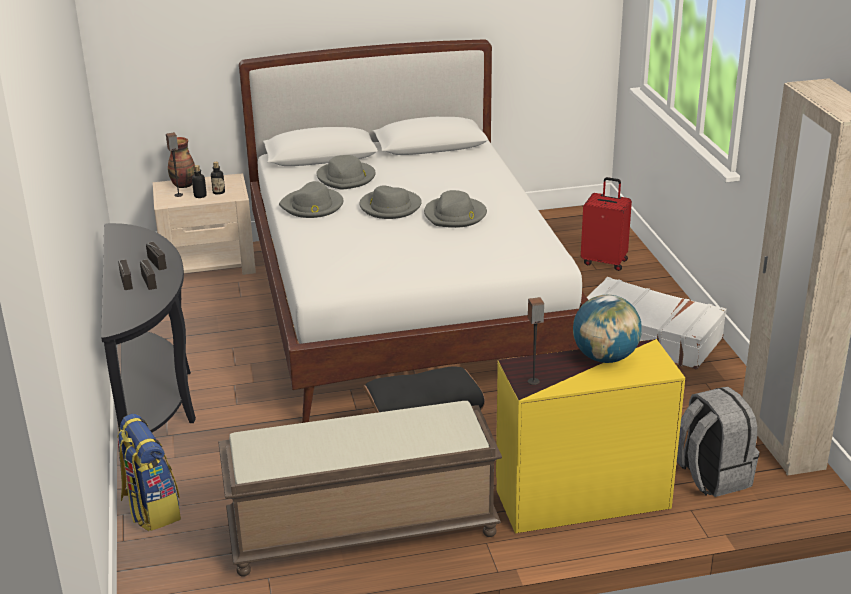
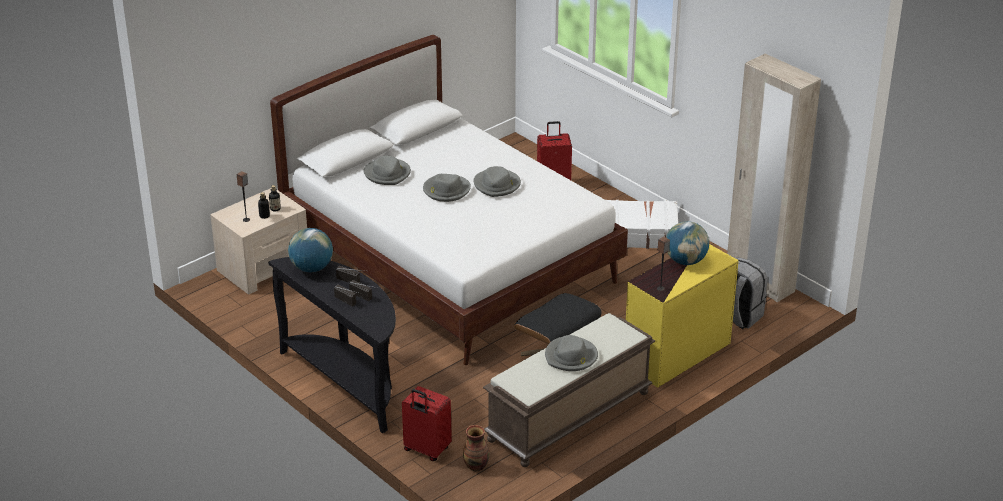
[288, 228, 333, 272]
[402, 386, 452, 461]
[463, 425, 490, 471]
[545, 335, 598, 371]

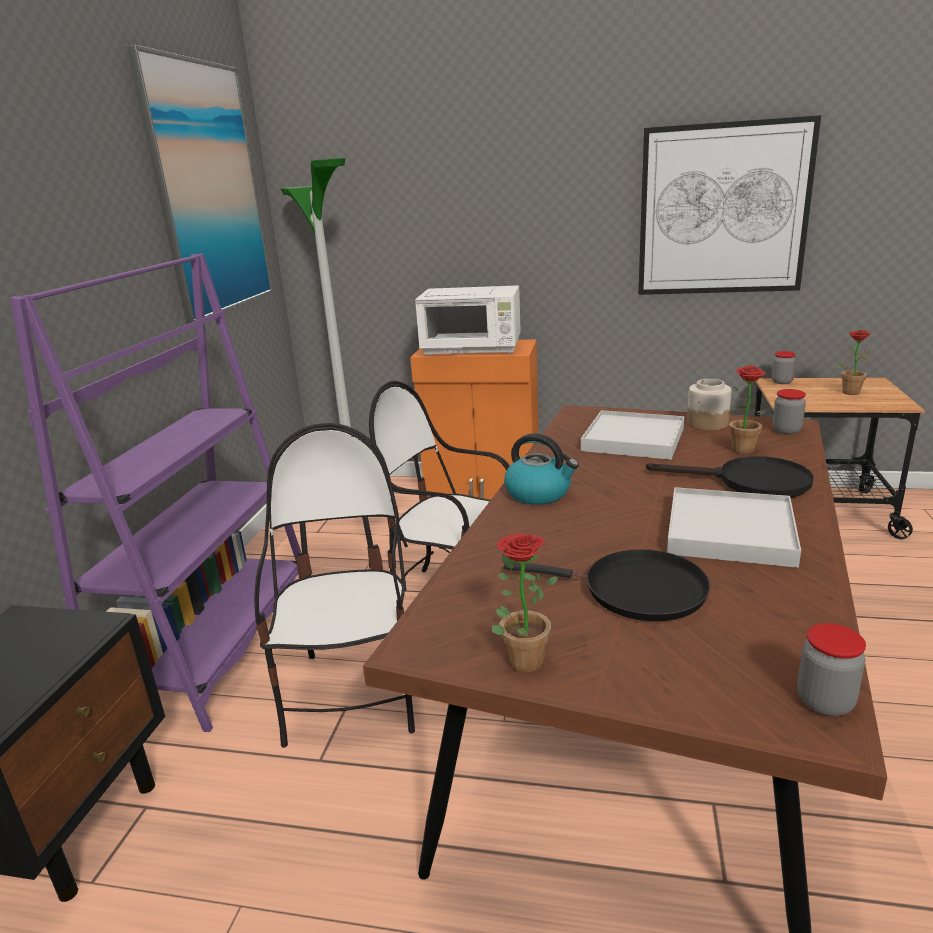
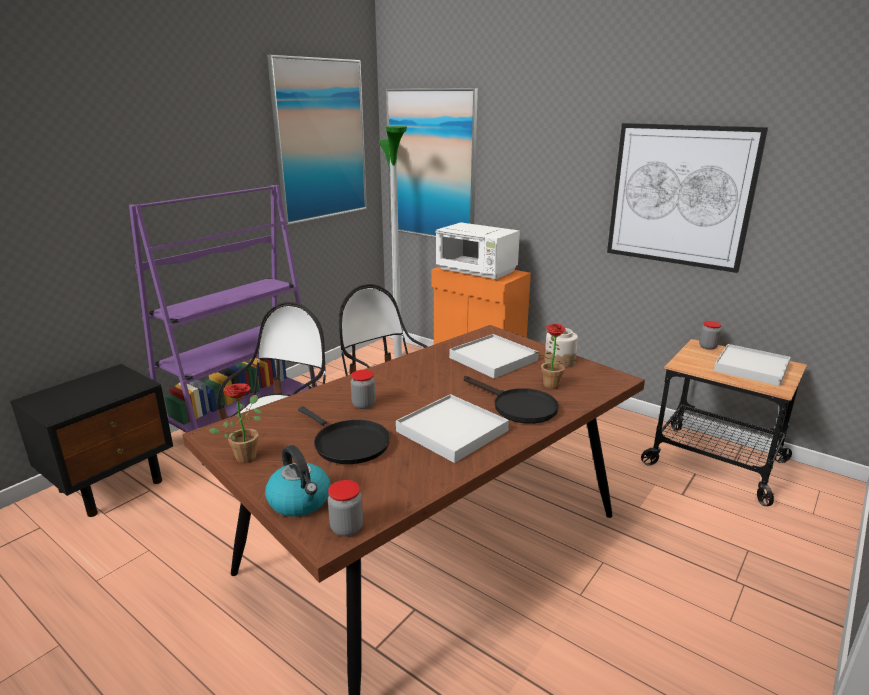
[265, 445, 330, 517]
[351, 370, 376, 409]
[386, 88, 478, 238]
[714, 344, 790, 386]

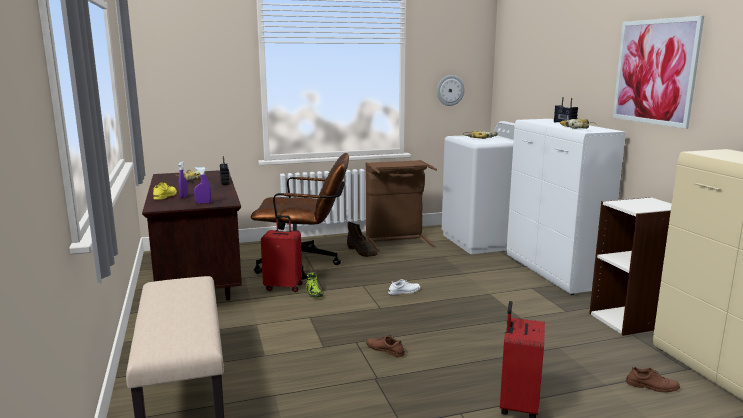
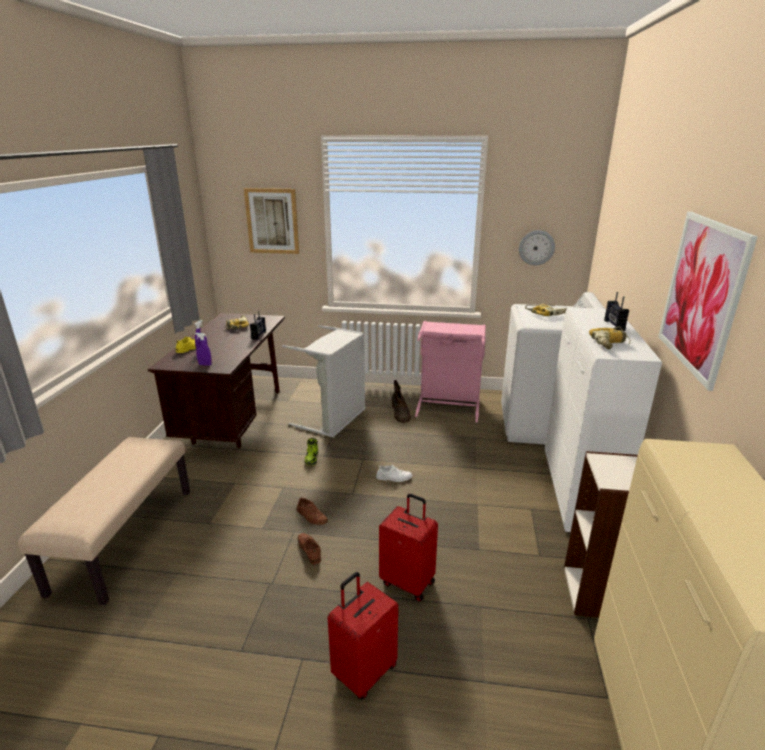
[244, 188, 299, 254]
[282, 325, 365, 438]
[296, 497, 328, 525]
[379, 493, 438, 602]
[415, 321, 486, 423]

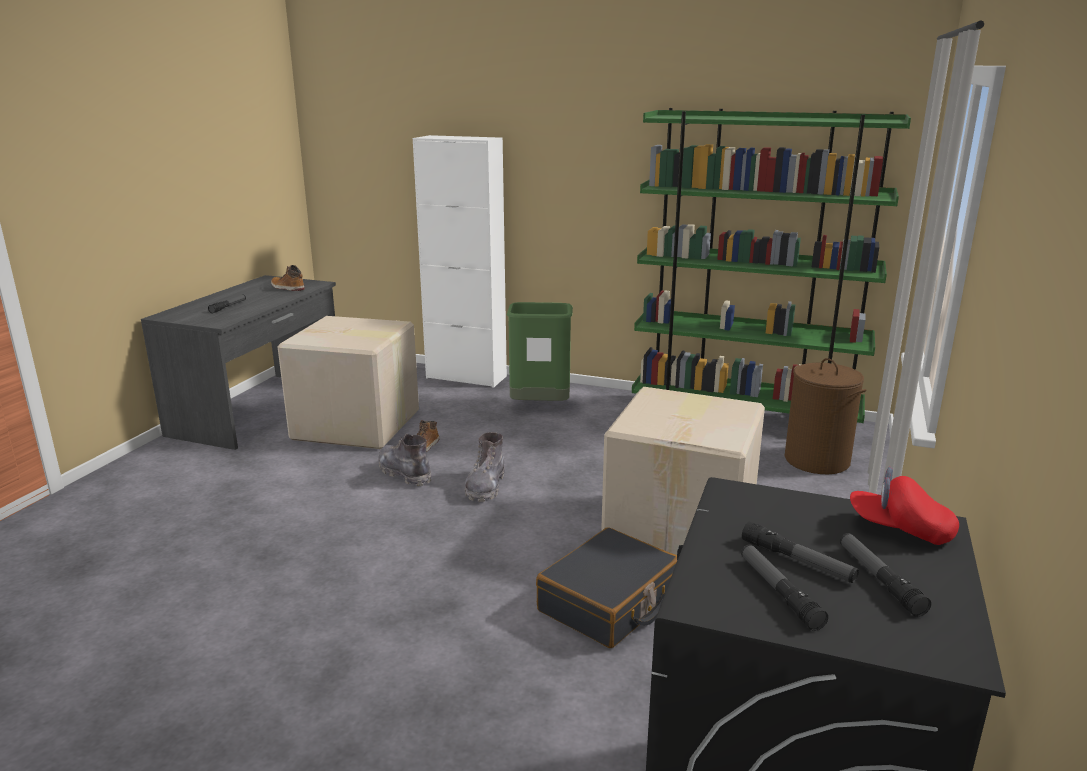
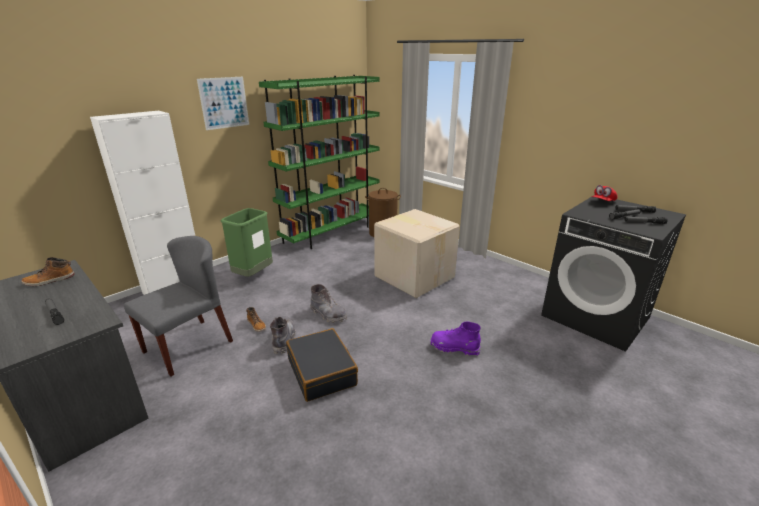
[124, 236, 233, 377]
[197, 77, 249, 130]
[270, 316, 296, 354]
[286, 328, 358, 402]
[430, 321, 481, 356]

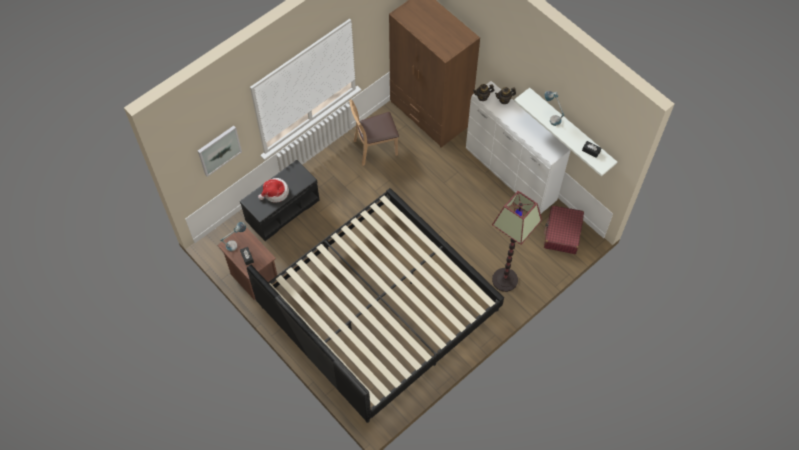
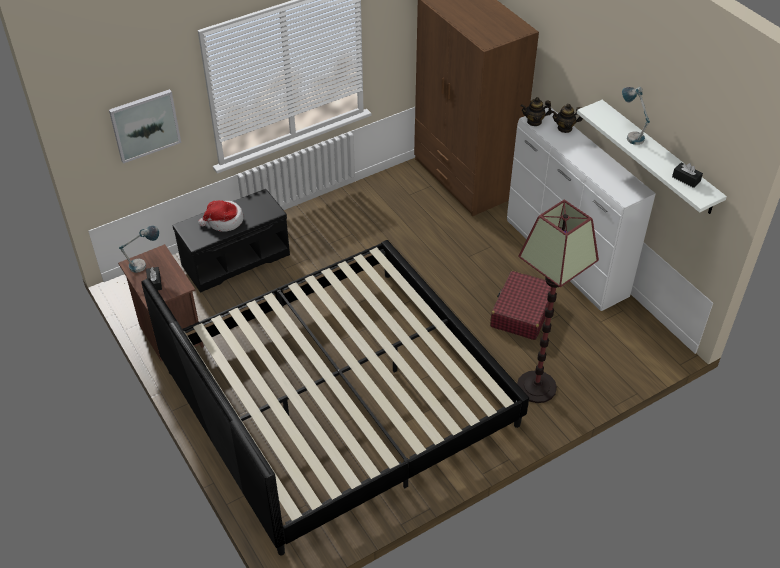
[490, 271, 551, 340]
[350, 99, 399, 166] (first image)

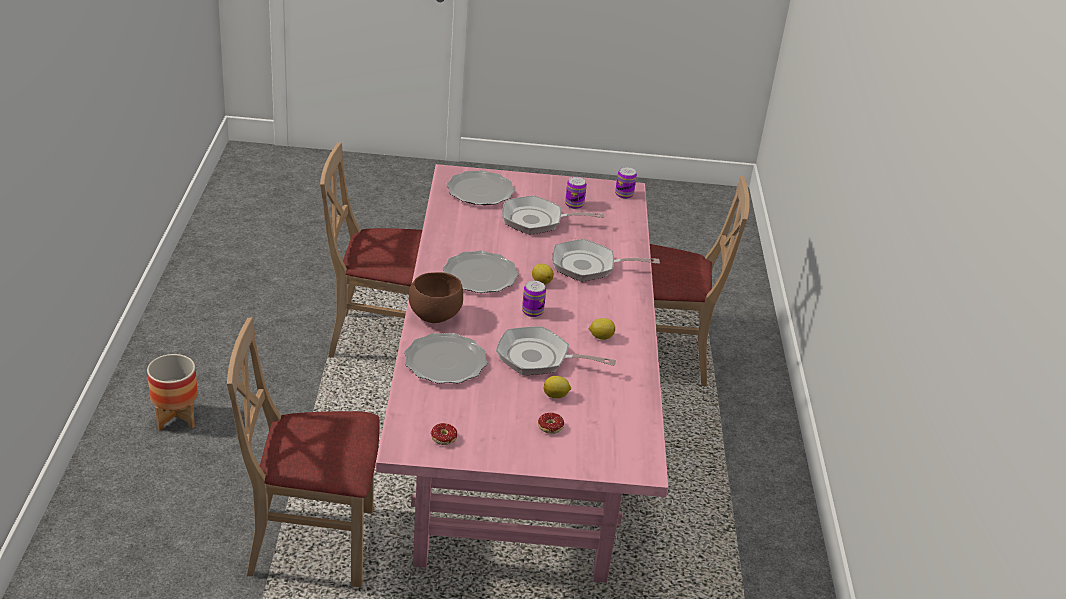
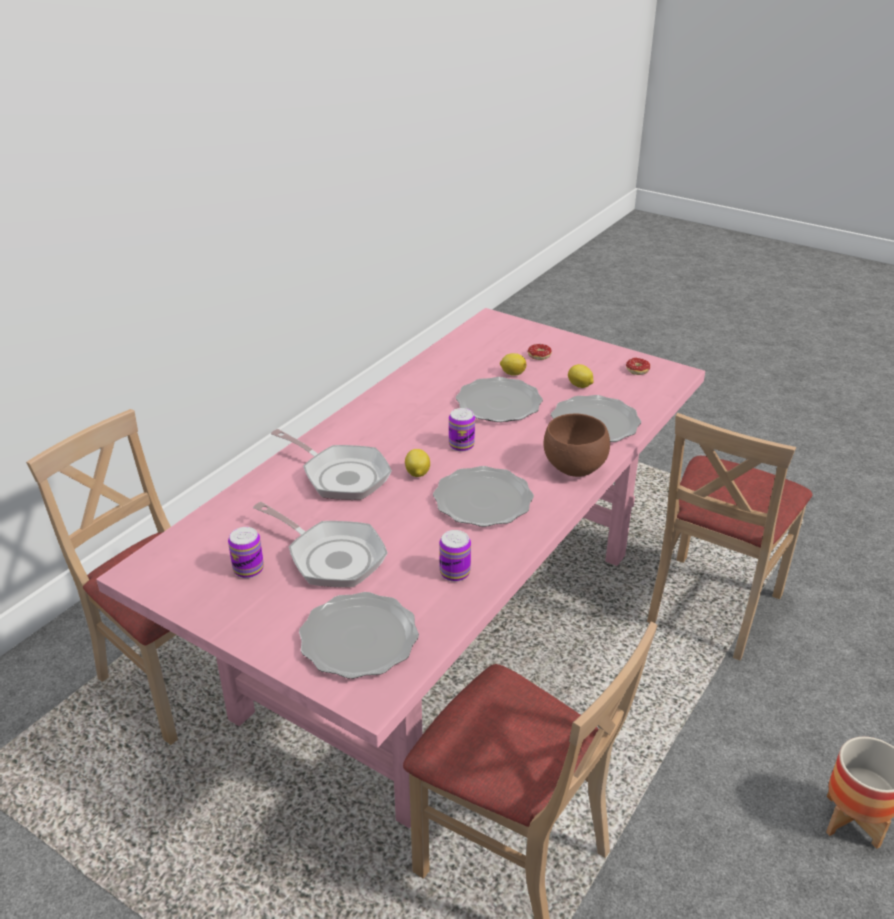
[439, 530, 471, 582]
[456, 377, 543, 422]
[568, 364, 594, 388]
[647, 413, 812, 660]

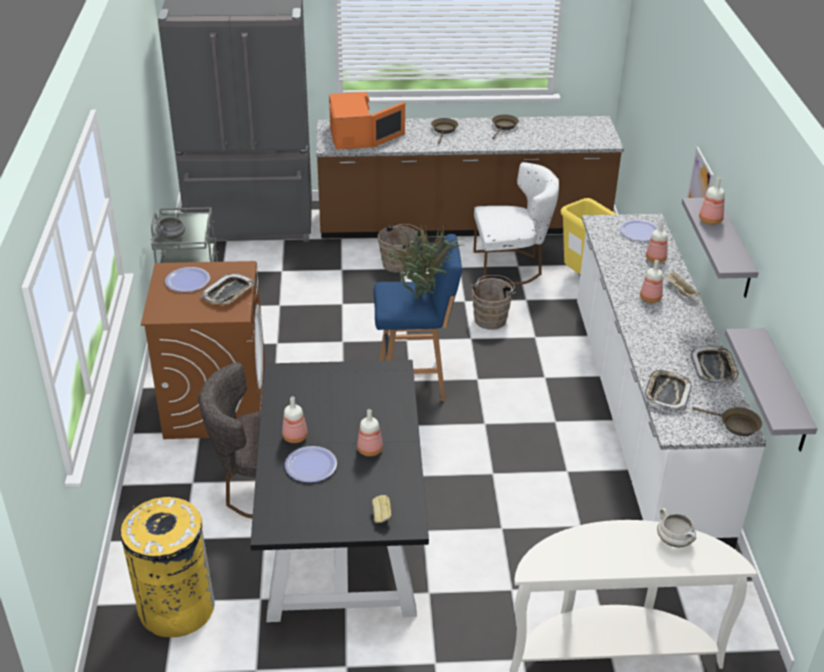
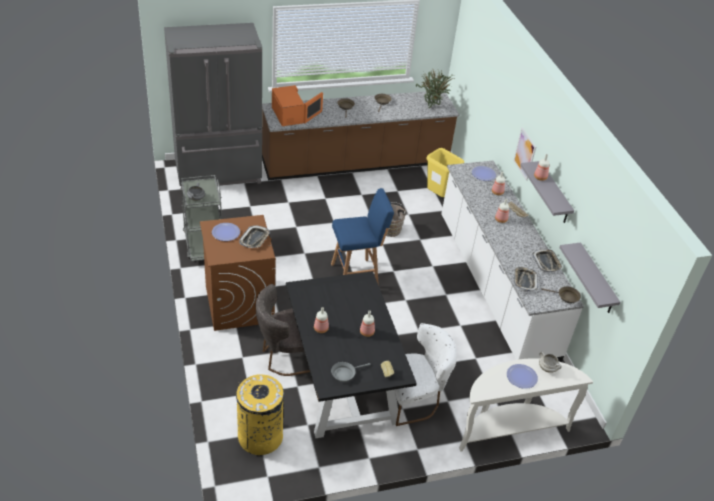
[331, 362, 371, 382]
[396, 323, 457, 426]
[416, 69, 453, 108]
[507, 364, 538, 389]
[378, 224, 421, 273] (first image)

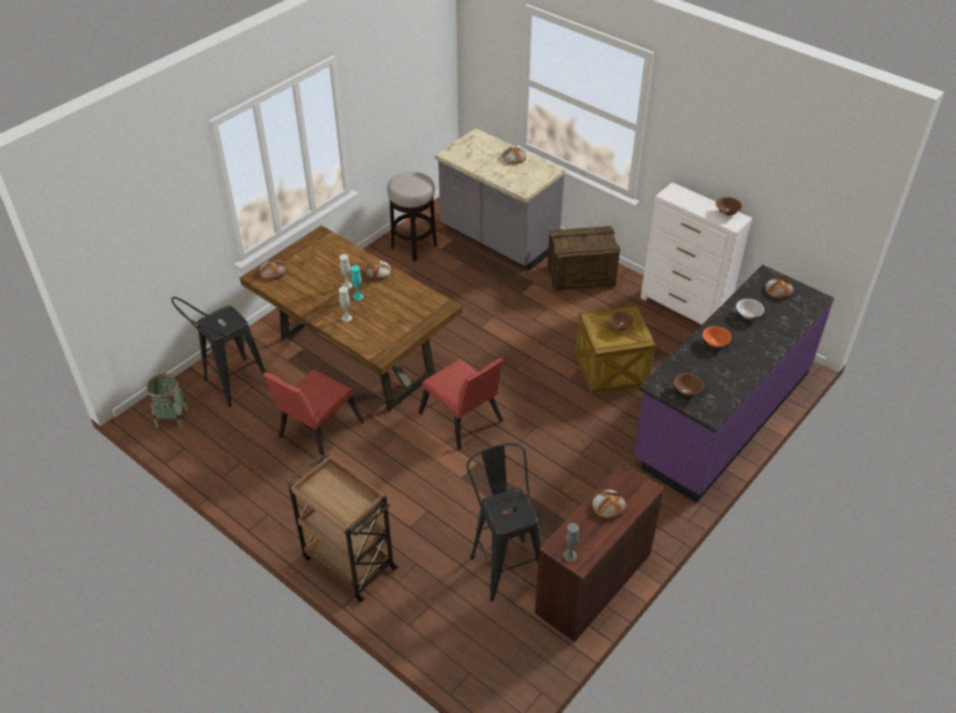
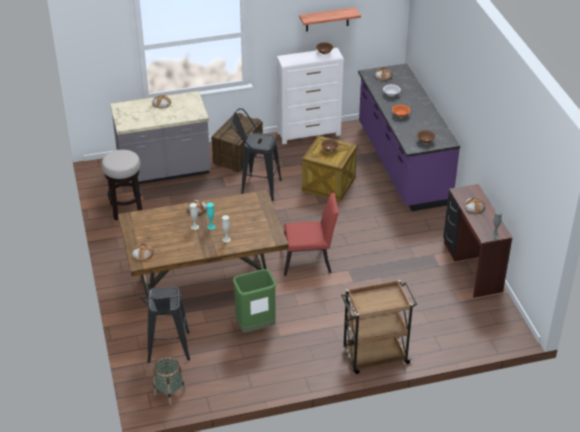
[231, 108, 282, 201]
[233, 269, 276, 332]
[299, 7, 361, 32]

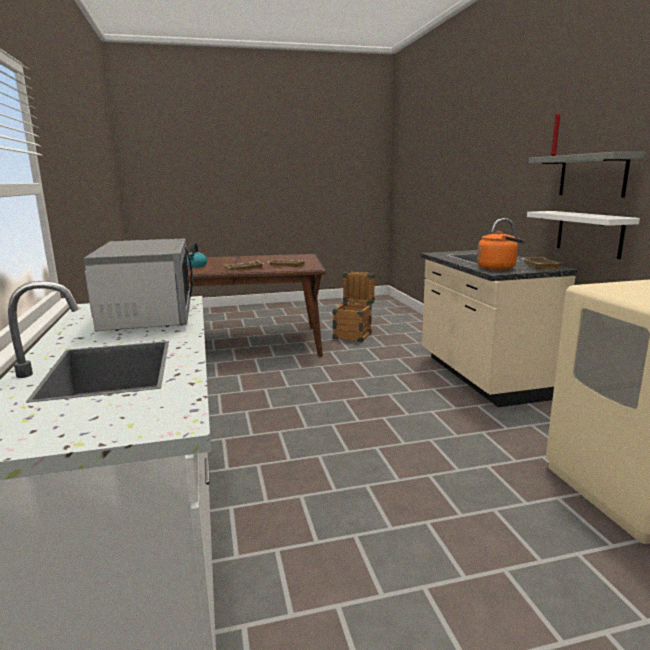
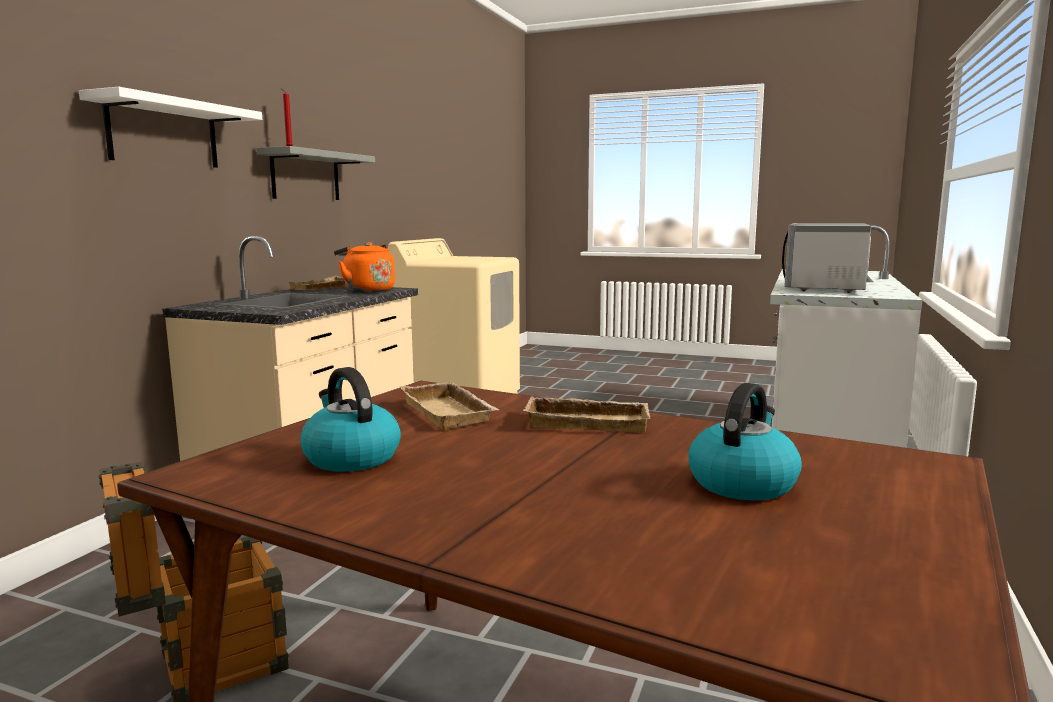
[79, 87, 262, 168]
[300, 367, 401, 472]

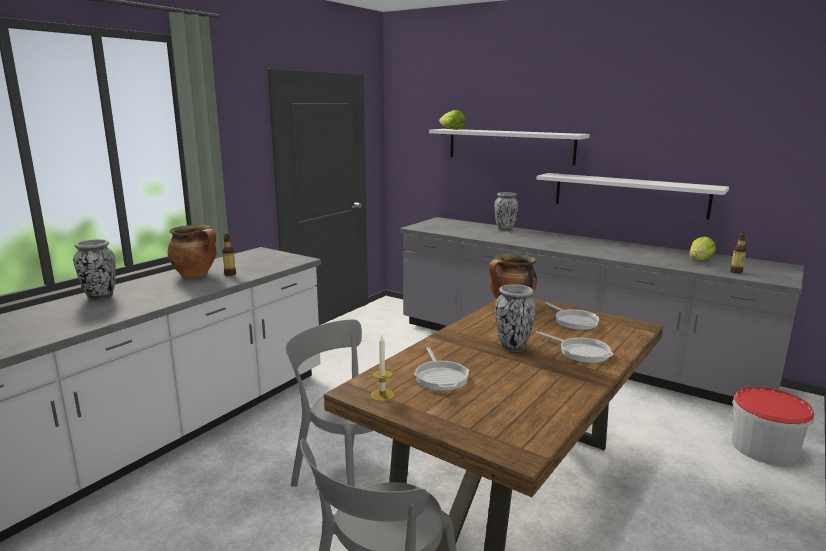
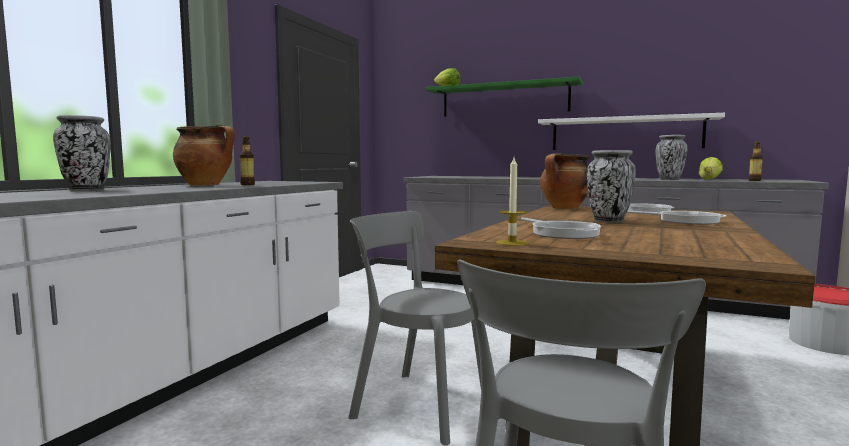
[426, 77, 583, 117]
[656, 135, 688, 180]

